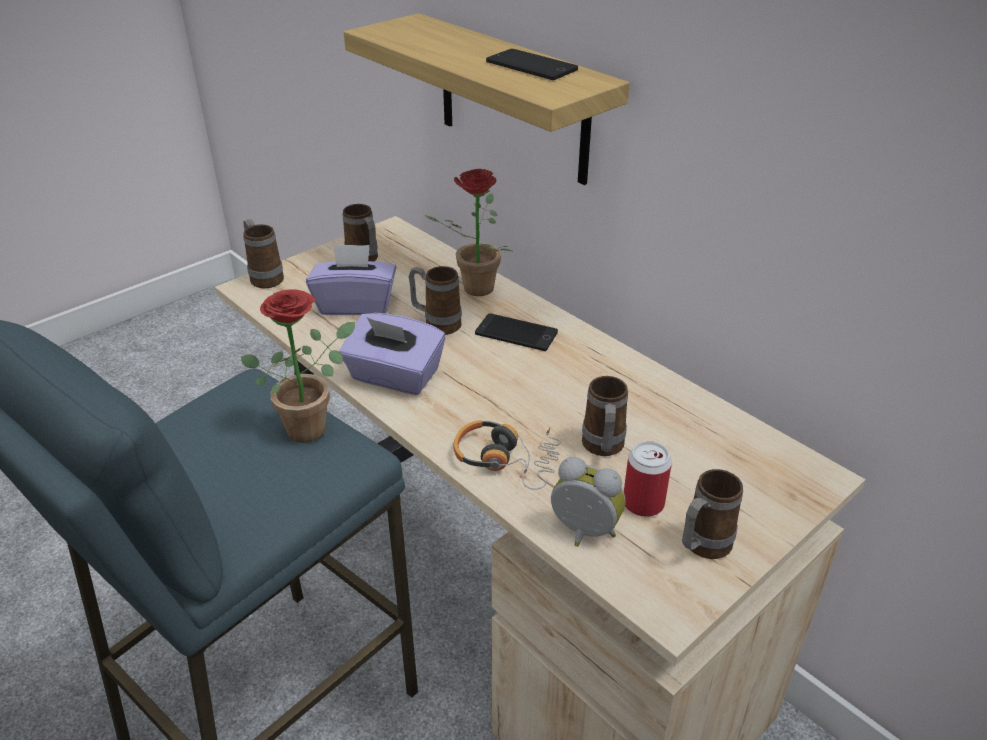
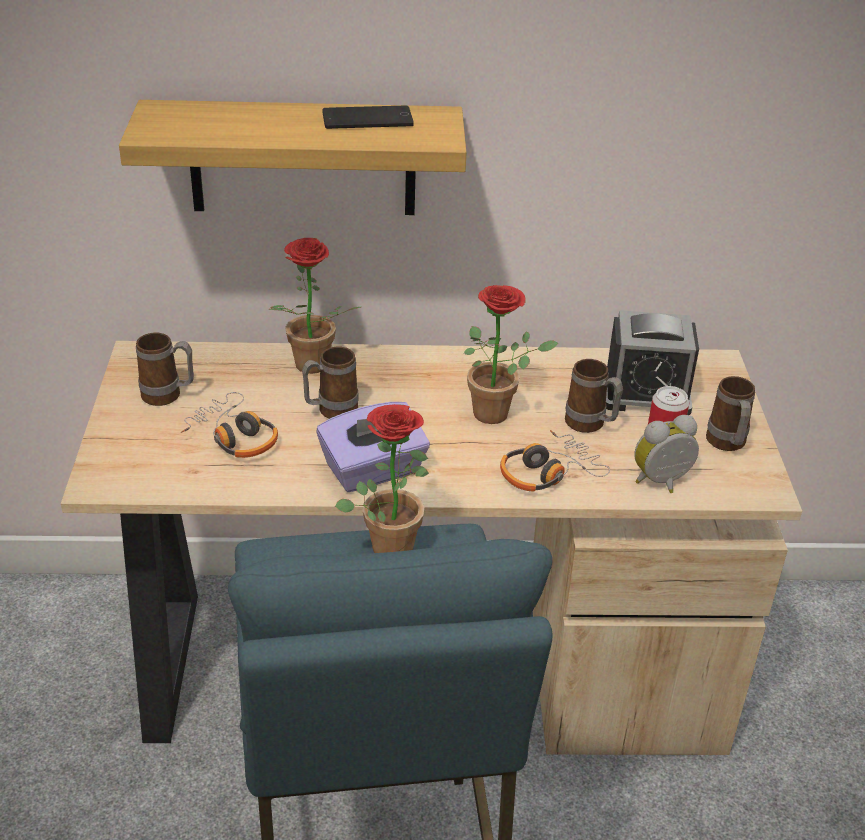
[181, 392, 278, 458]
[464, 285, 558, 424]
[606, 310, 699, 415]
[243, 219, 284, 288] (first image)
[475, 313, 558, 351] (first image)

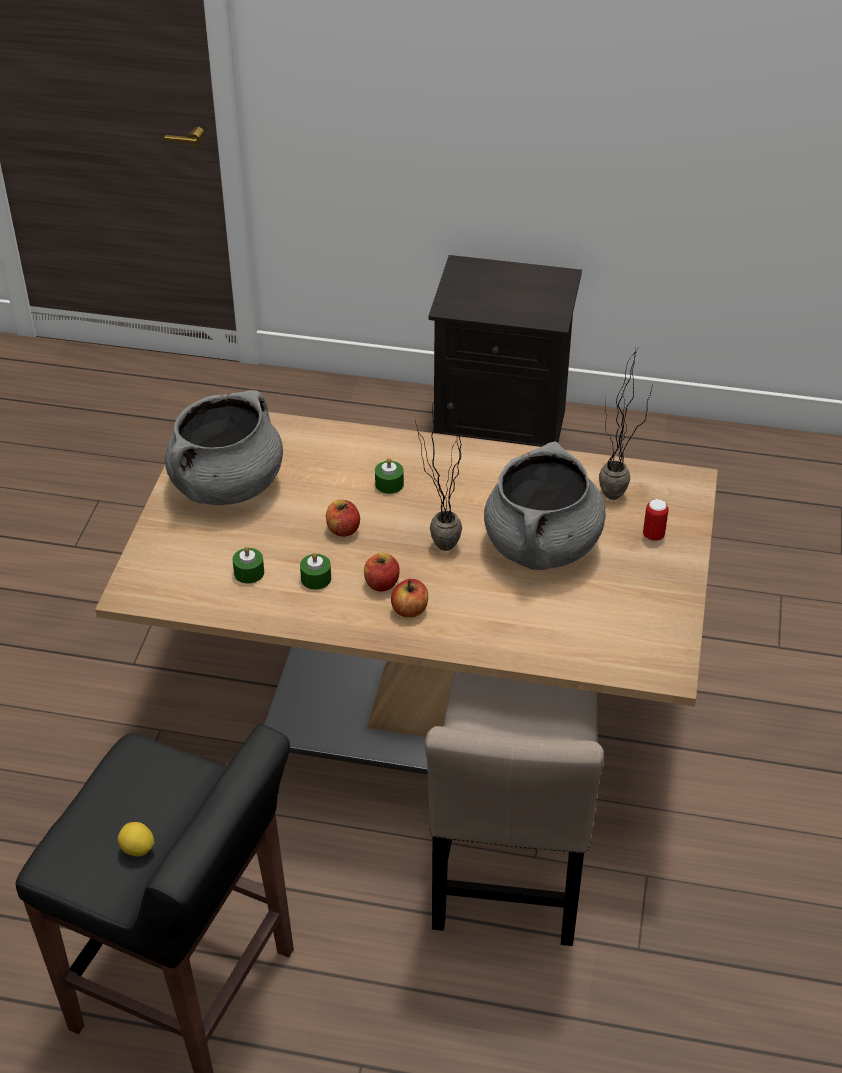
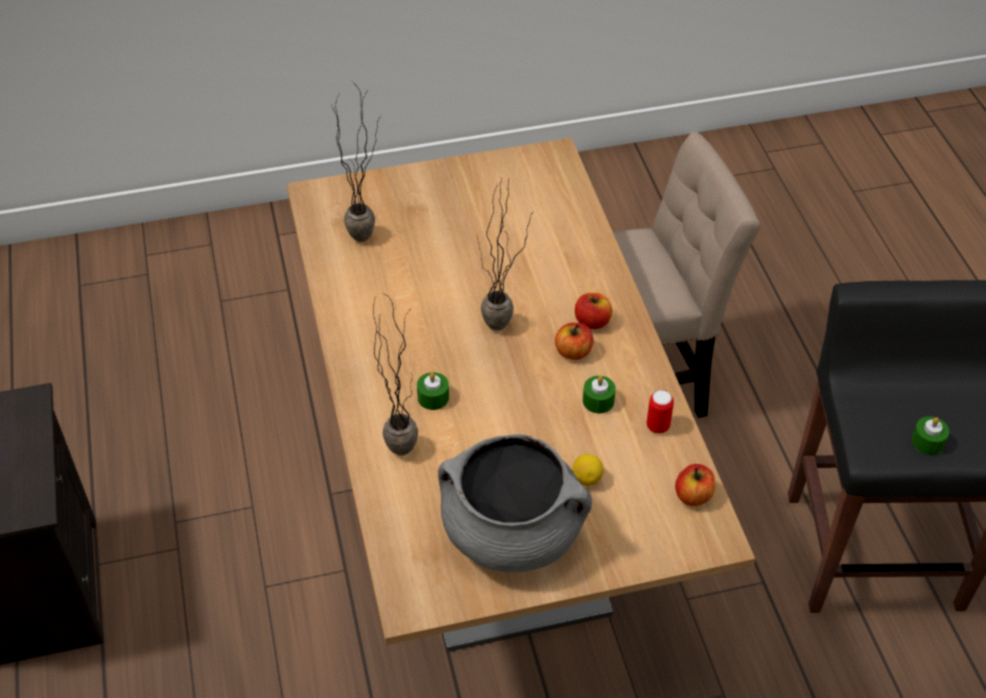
[373, 294, 418, 456]
[572, 454, 604, 486]
[647, 390, 674, 433]
[675, 464, 715, 506]
[911, 416, 949, 455]
[484, 441, 606, 570] (first image)

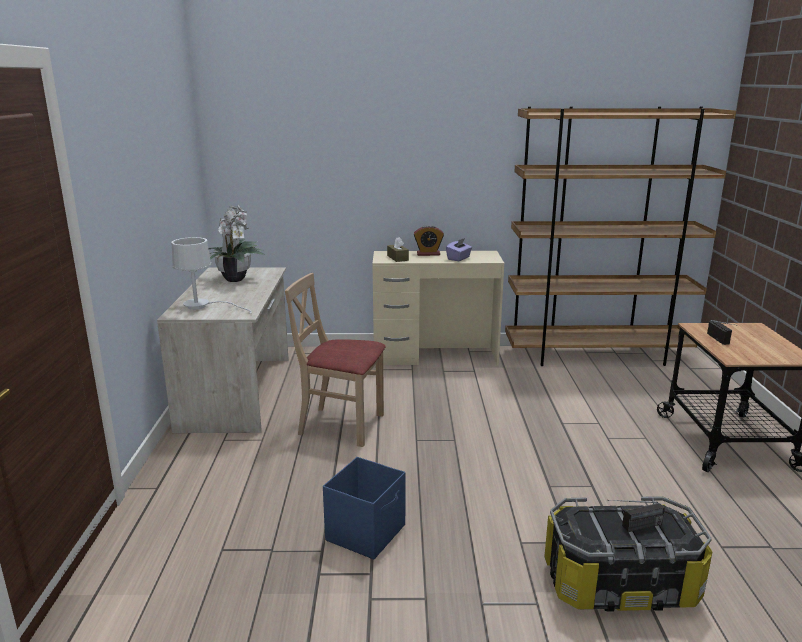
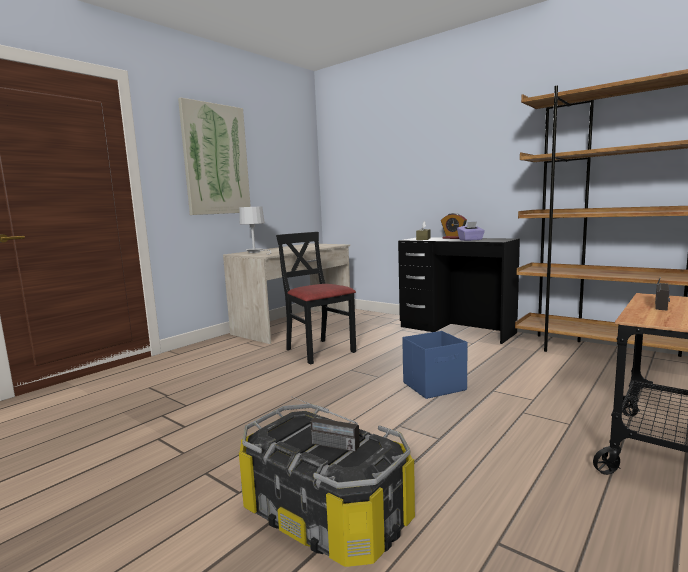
[178, 97, 251, 215]
[276, 232, 356, 365]
[398, 237, 520, 344]
[402, 331, 468, 399]
[208, 204, 265, 282] (first image)

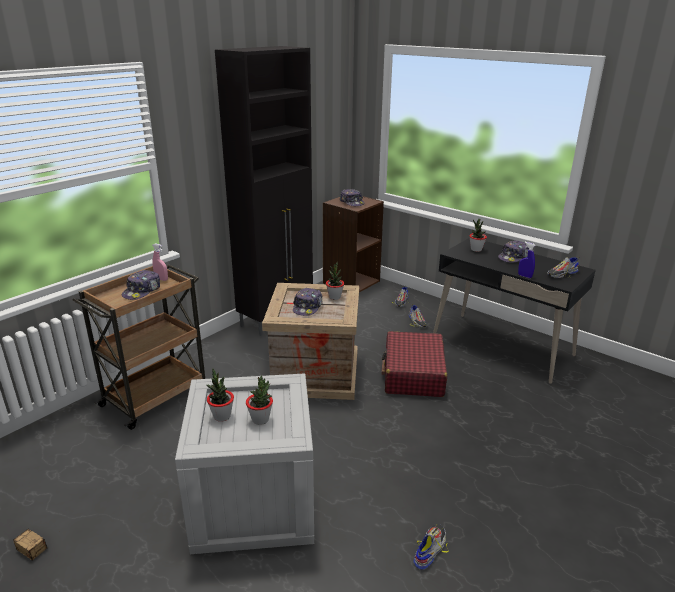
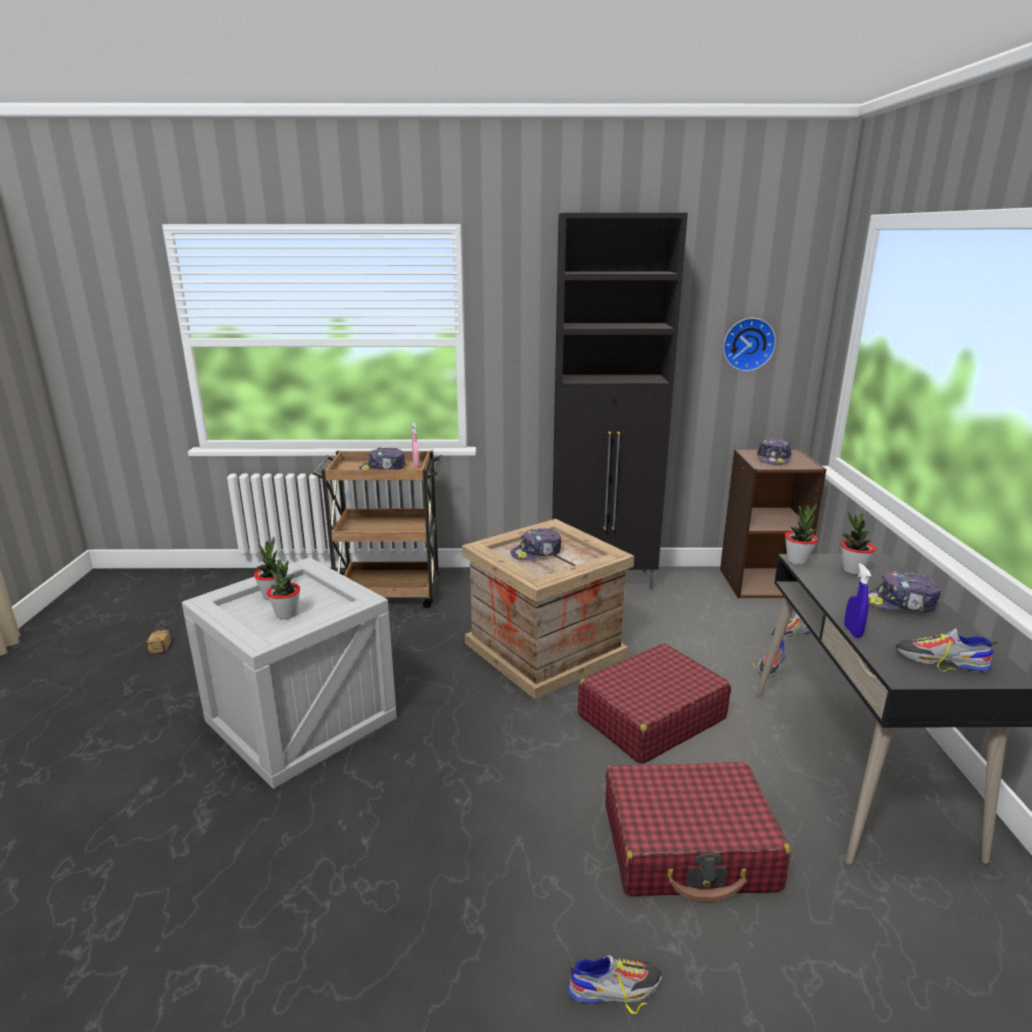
[567, 955, 662, 1014]
[605, 762, 791, 903]
[723, 318, 776, 371]
[785, 503, 818, 565]

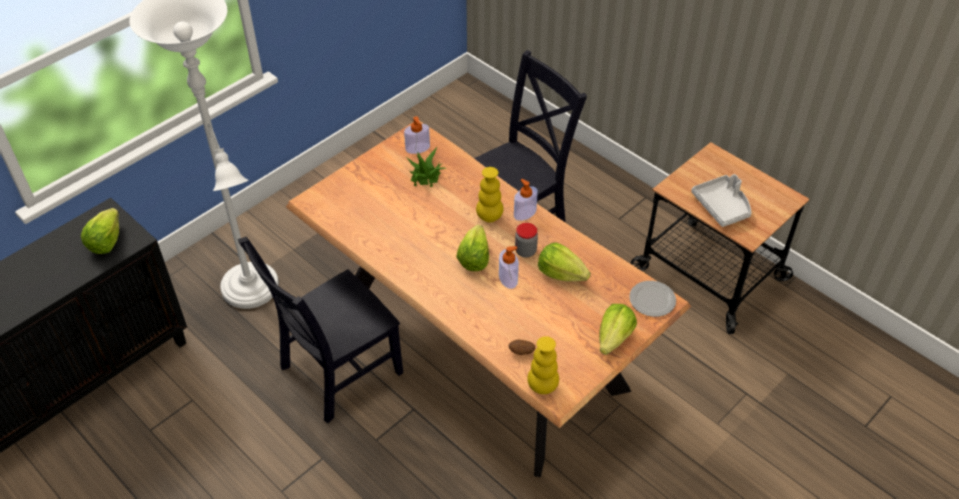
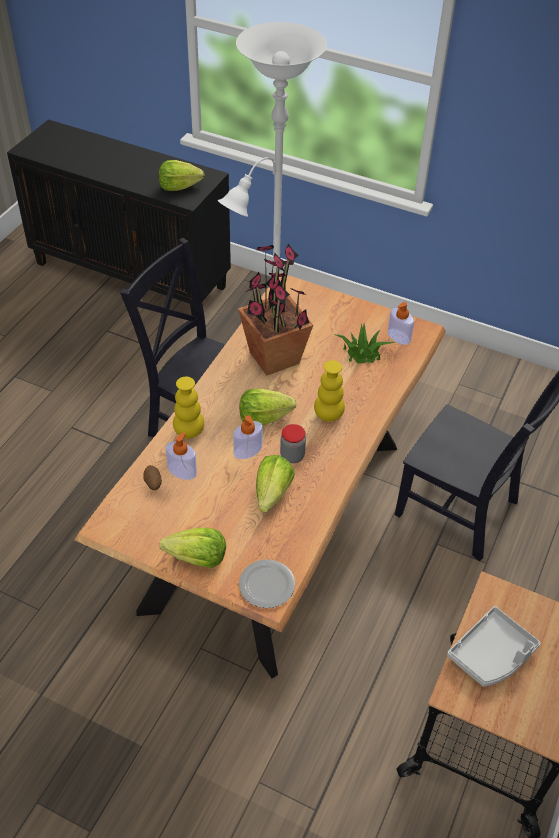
[166, 432, 197, 480]
[173, 377, 204, 439]
[238, 243, 313, 375]

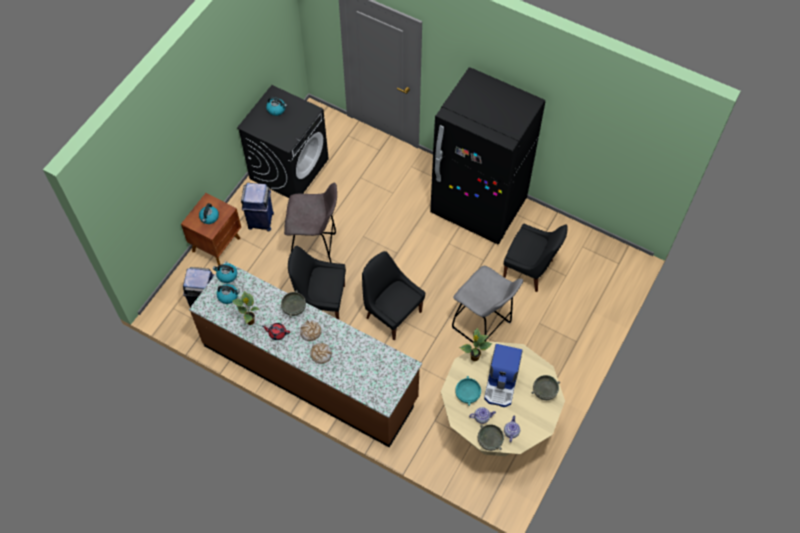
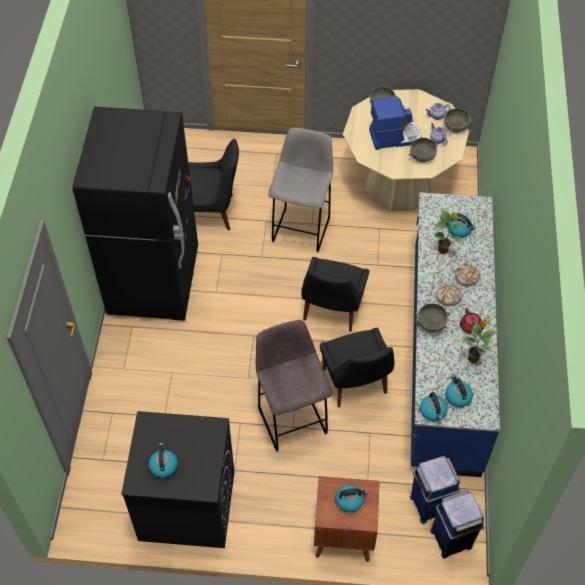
[188, 139, 239, 231]
[409, 138, 438, 163]
[411, 192, 500, 477]
[430, 490, 484, 559]
[434, 209, 463, 254]
[448, 213, 476, 238]

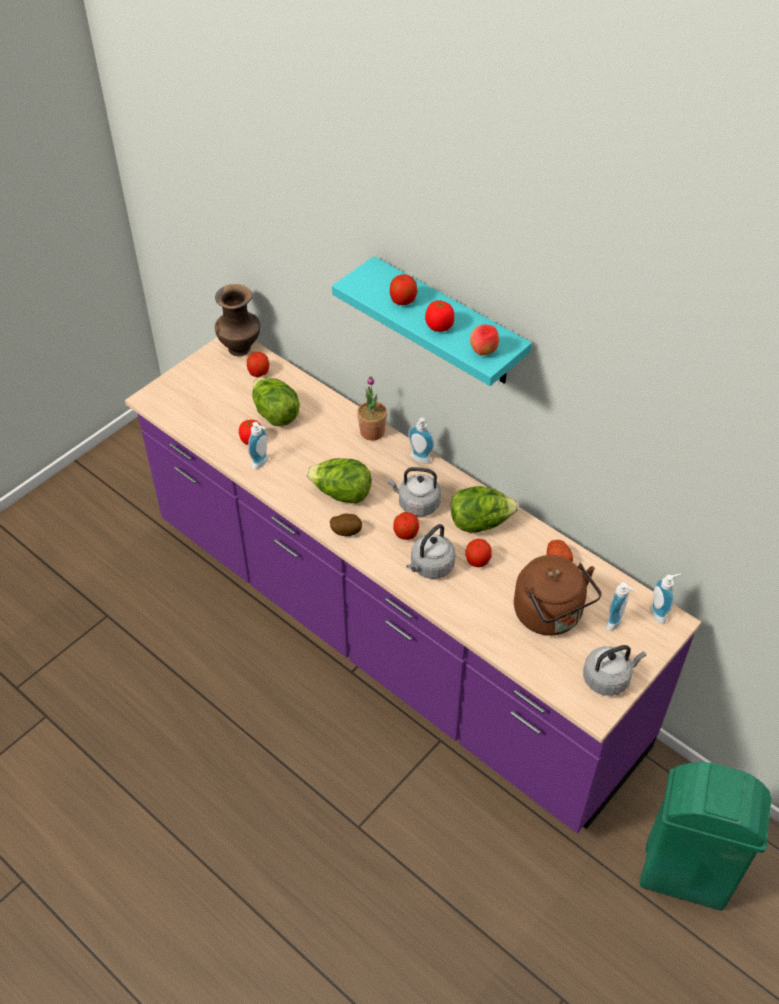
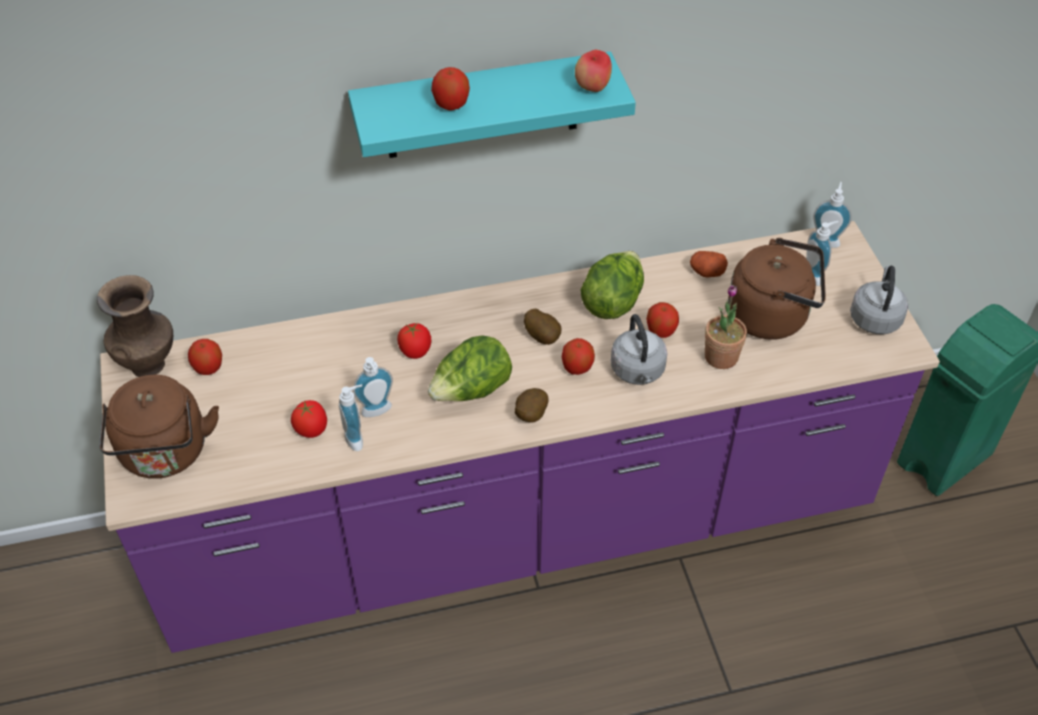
[99, 375, 219, 479]
[353, 357, 393, 417]
[397, 323, 432, 359]
[524, 309, 562, 345]
[705, 285, 747, 369]
[252, 377, 300, 426] (first image)

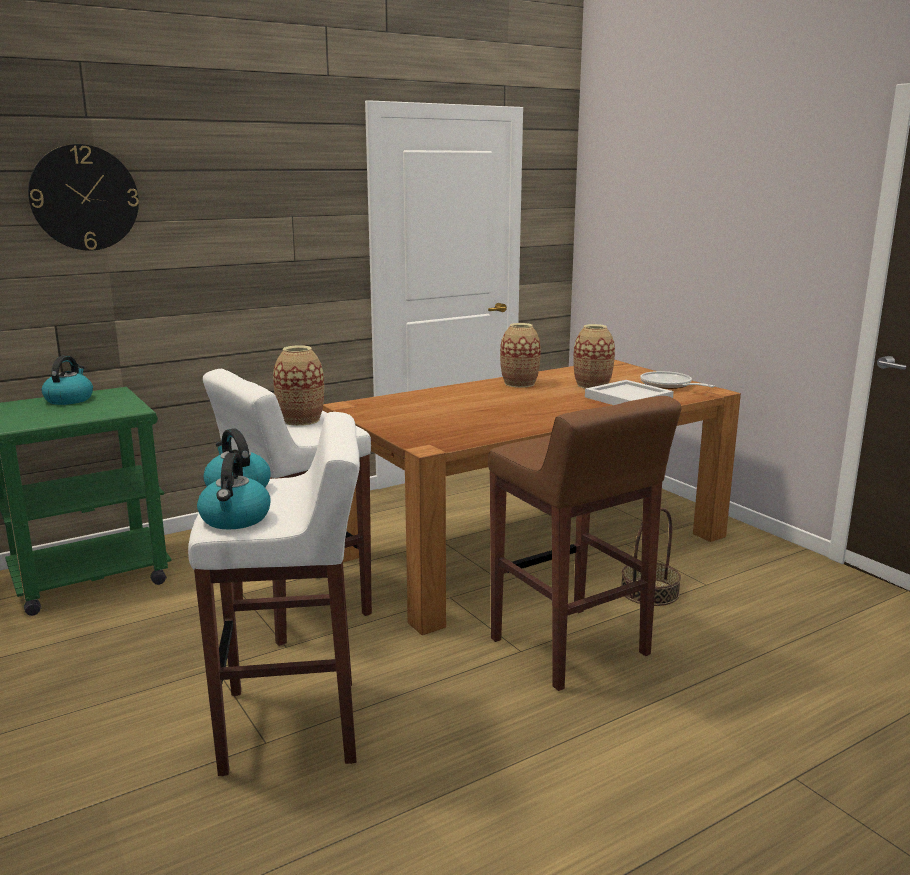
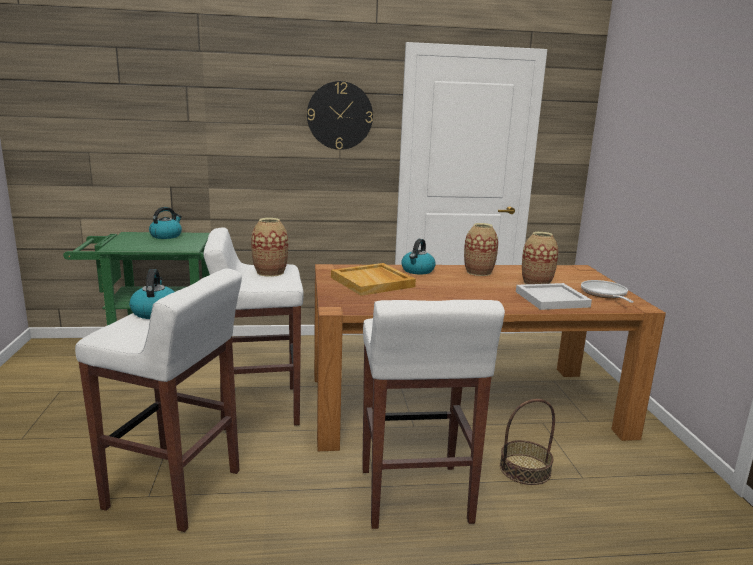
[307, 81, 373, 150]
[331, 263, 416, 296]
[362, 300, 505, 529]
[401, 239, 436, 274]

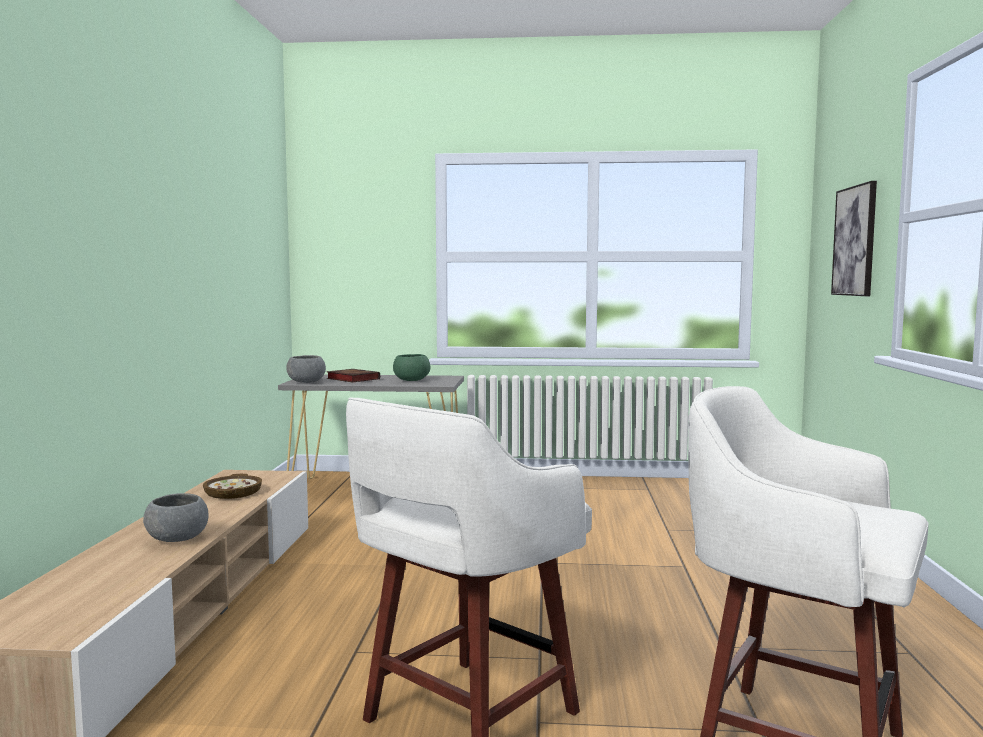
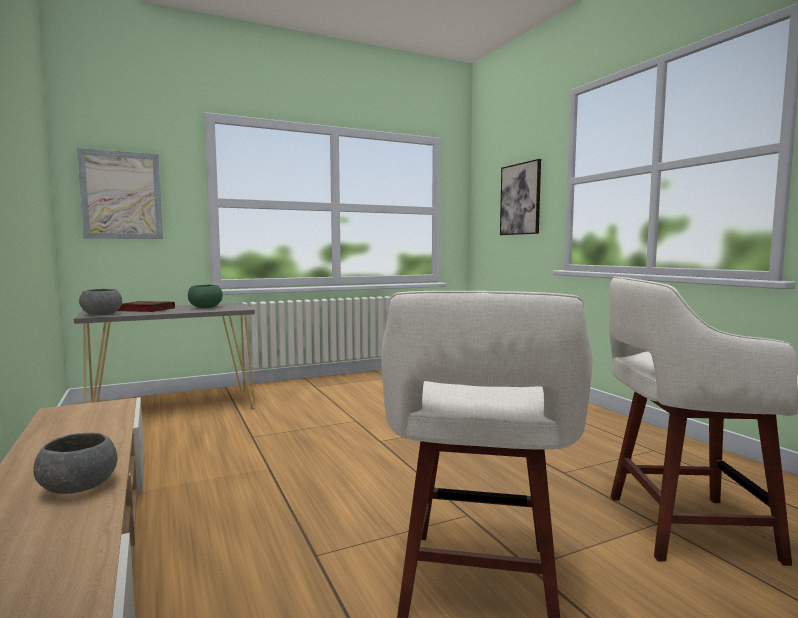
[77, 148, 163, 239]
[203, 474, 262, 499] (first image)

